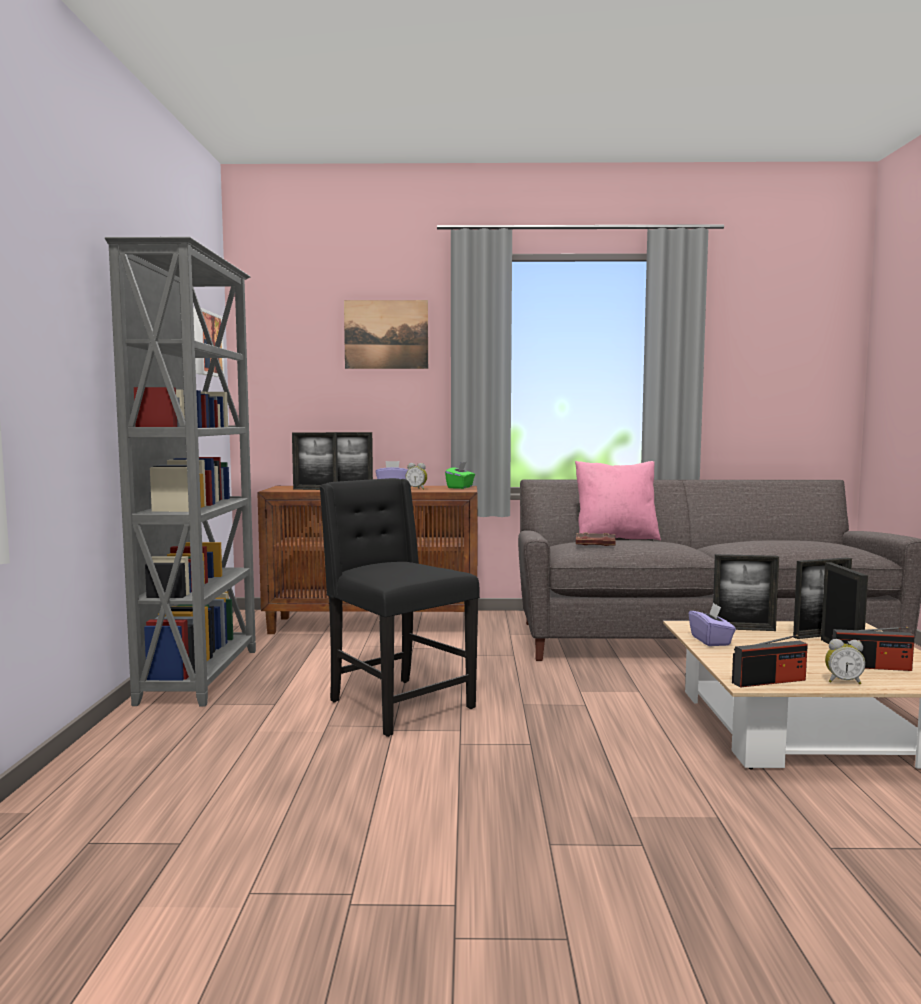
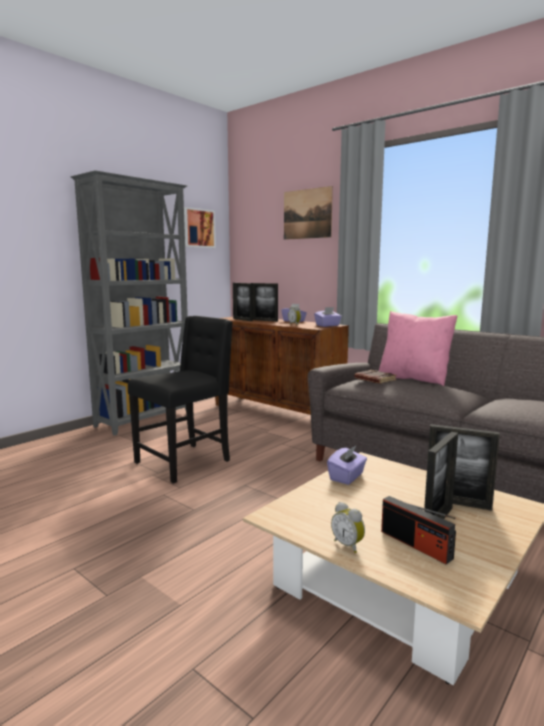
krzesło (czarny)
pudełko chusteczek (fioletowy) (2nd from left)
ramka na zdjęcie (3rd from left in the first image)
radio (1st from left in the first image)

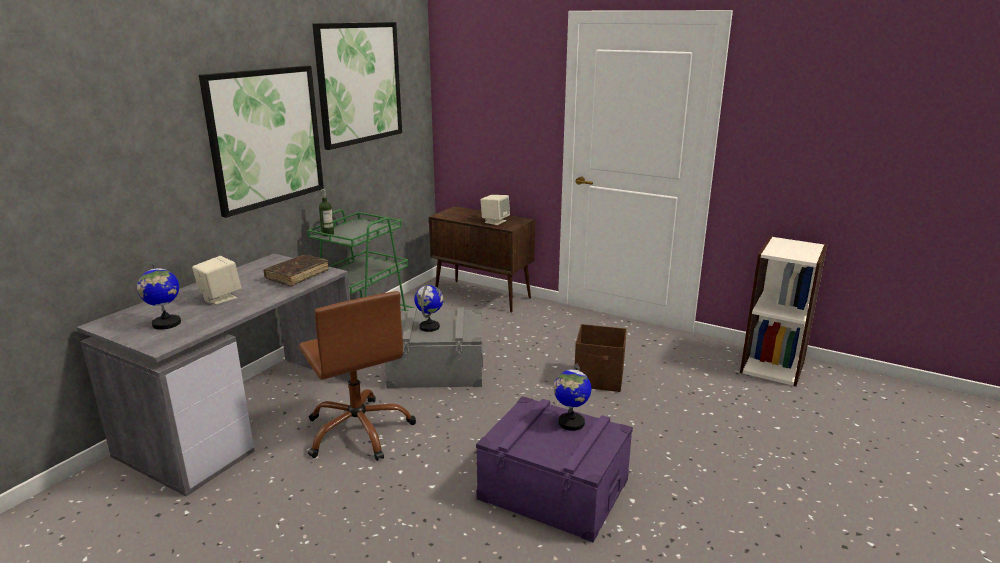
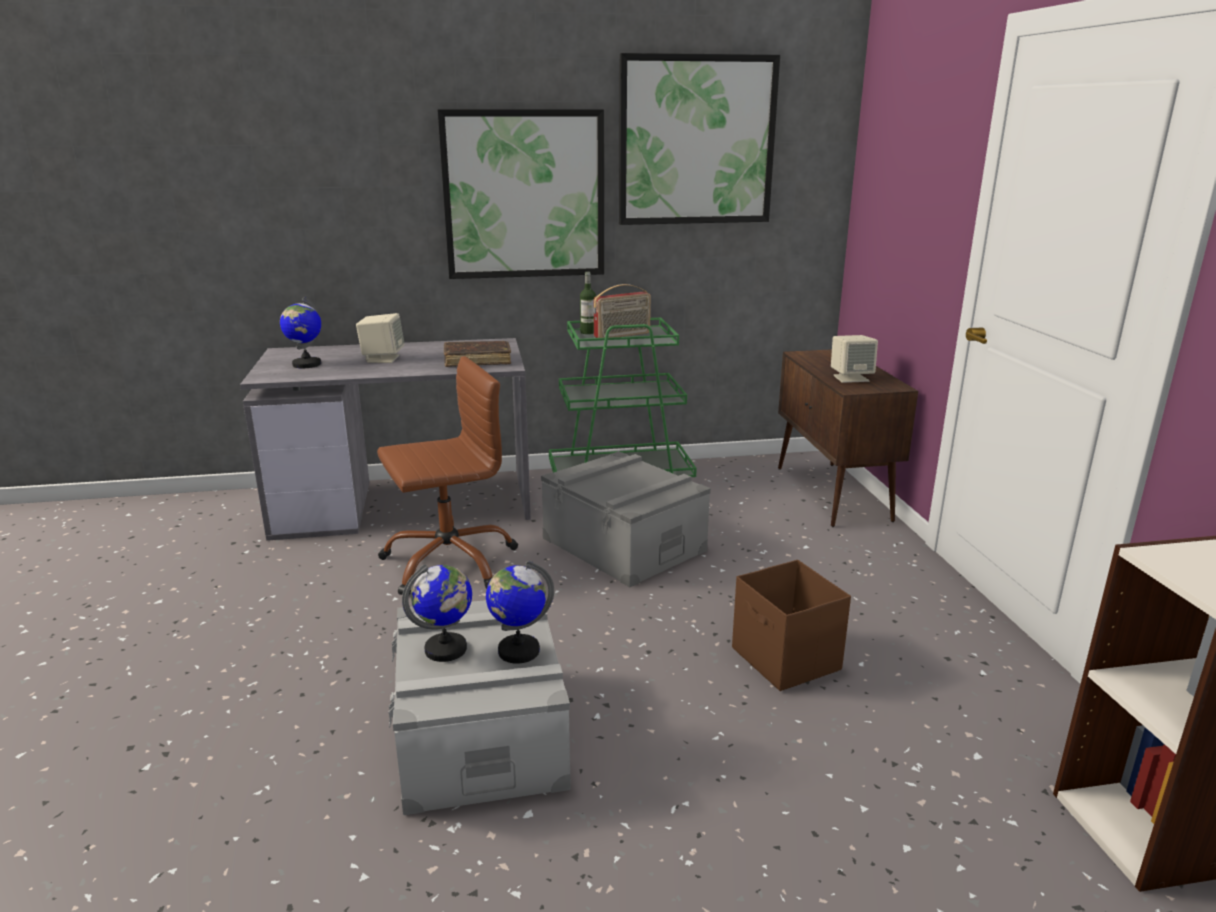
krzesło biurowe (brązowy)
globus (2nd from left)
pojemnik do przechowywania (szary) (1st from left)
radio

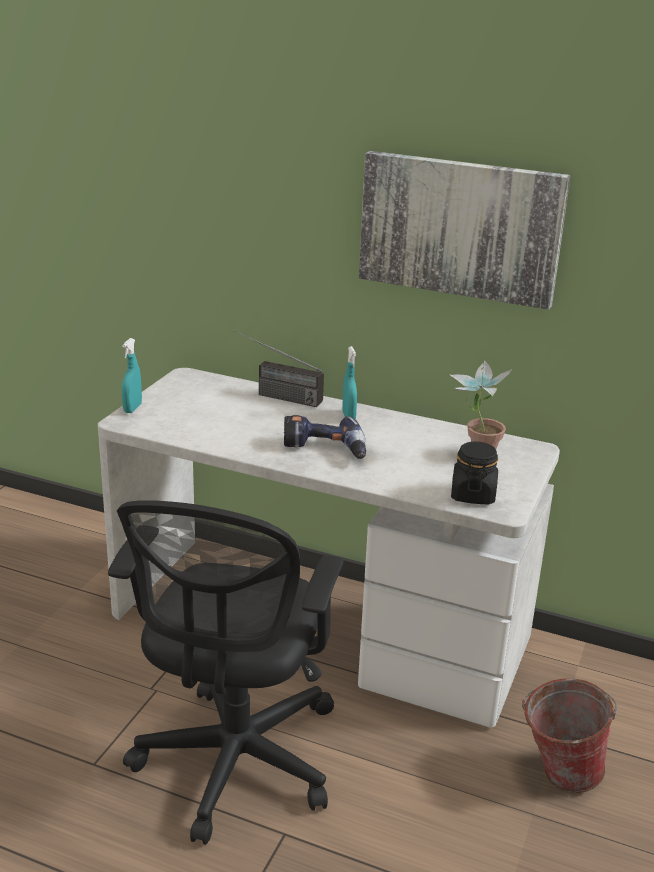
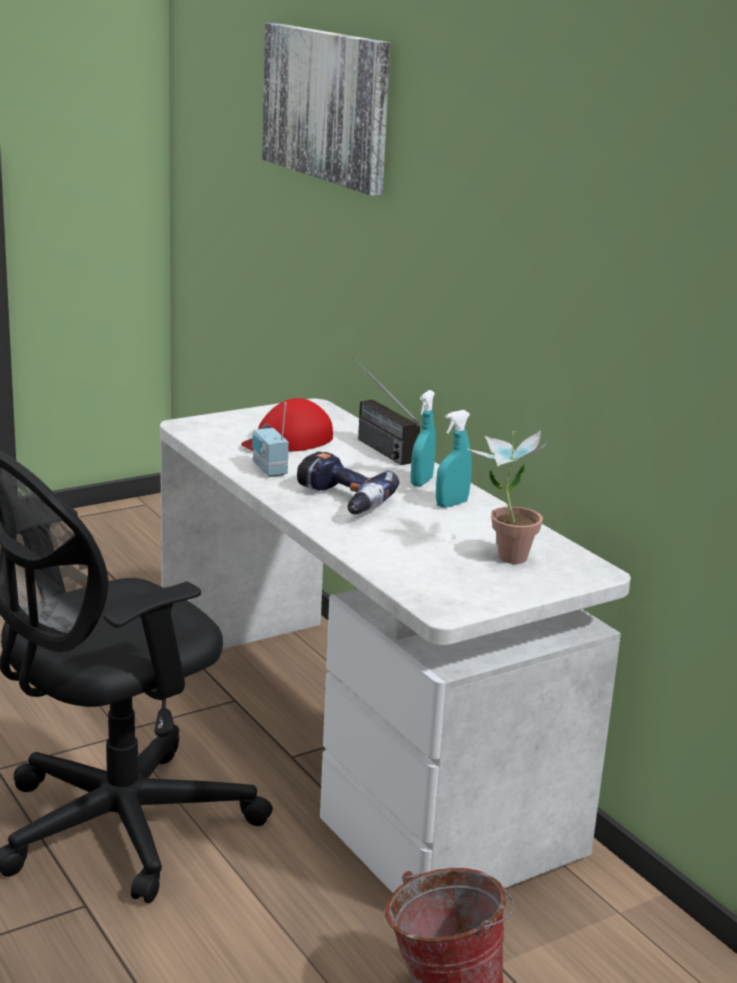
spryskiwacz (turkusowy) (2nd from left)
obraz
słoik (czarny)
czapka z daszkiem (czerwony)
radio (1st from left)

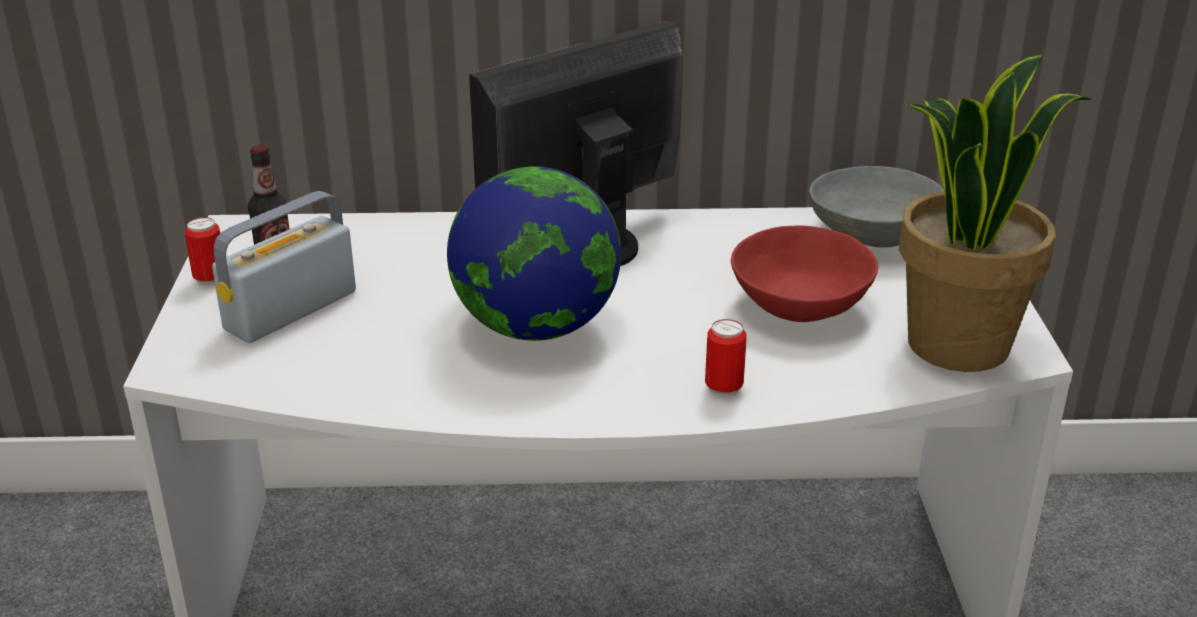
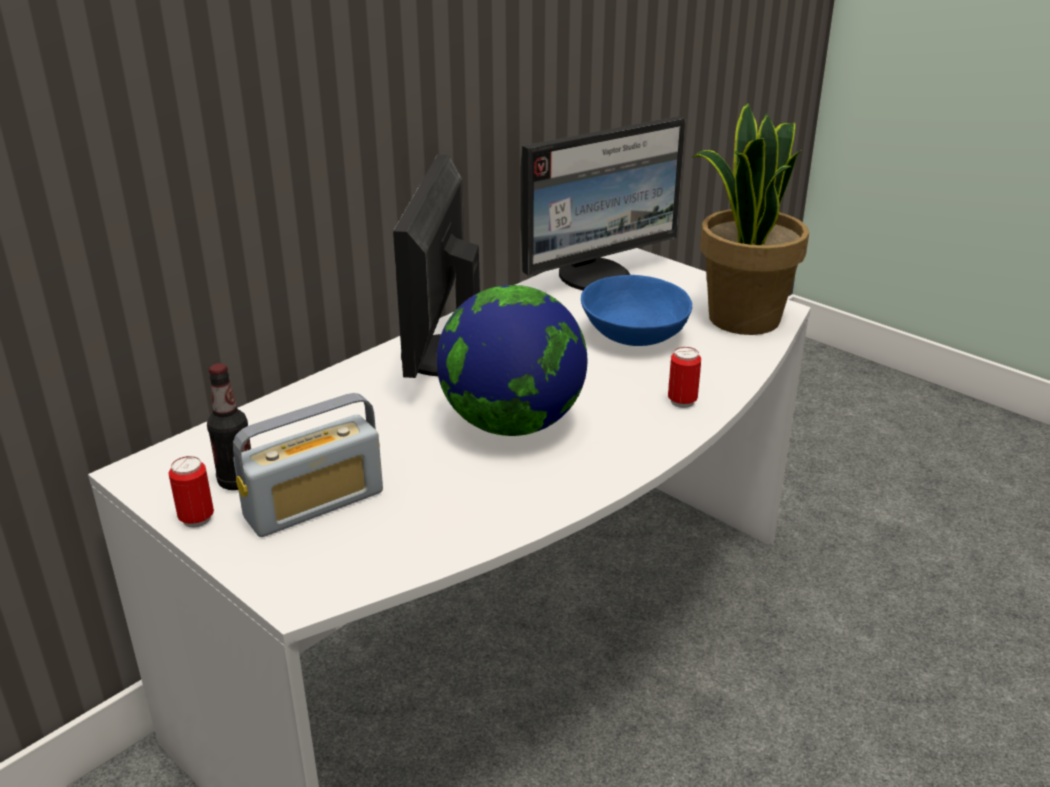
radio
miska (niebieski)
monitor (2nd from left)

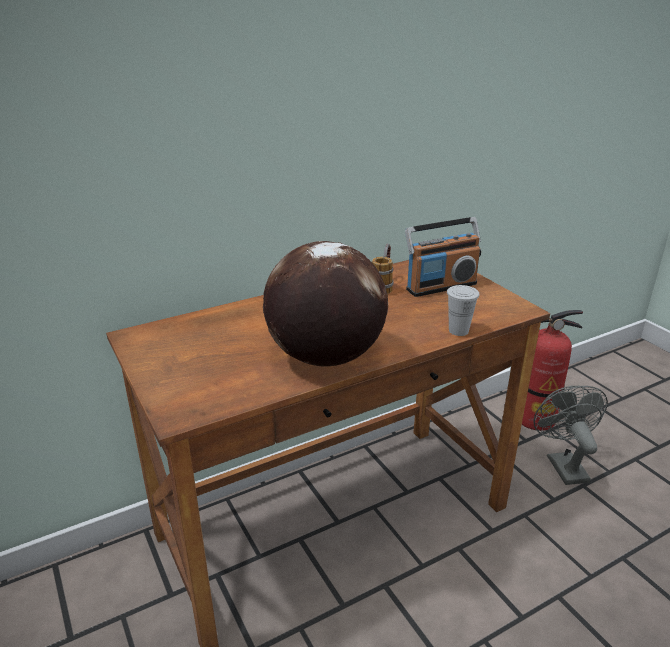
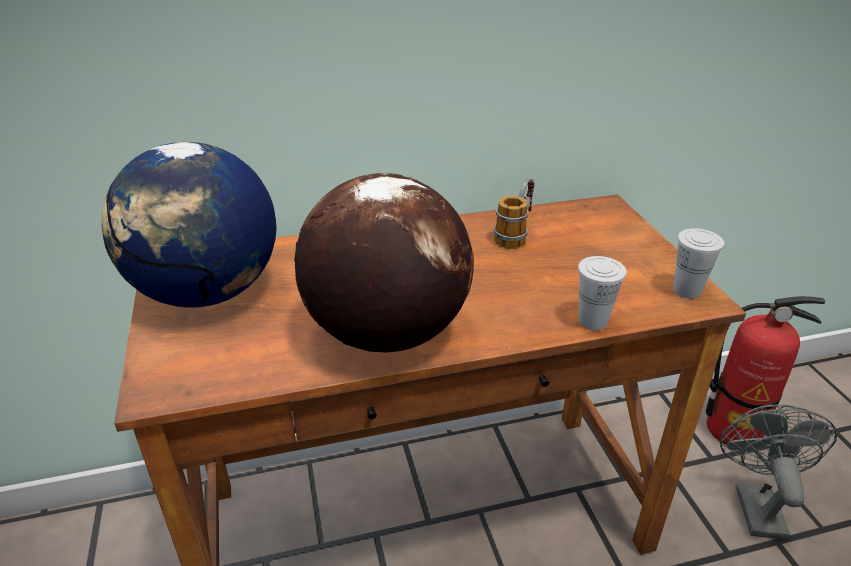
radio
globus (1st from left)
filiżanka (biały) (2nd from left)

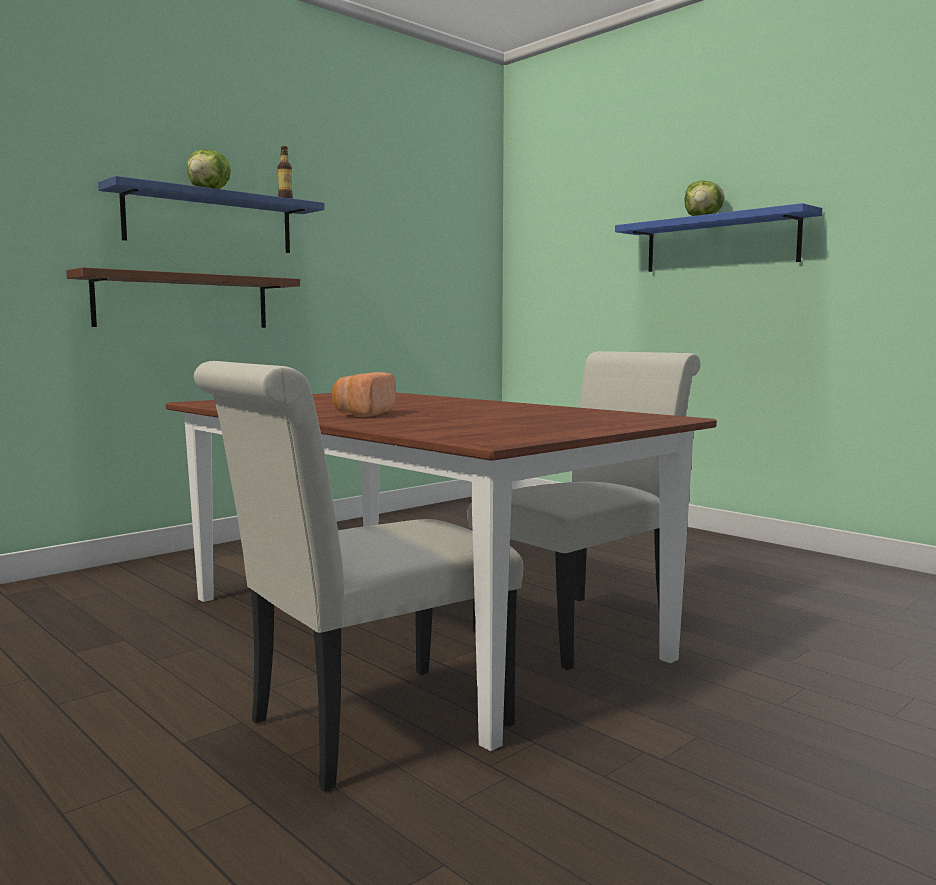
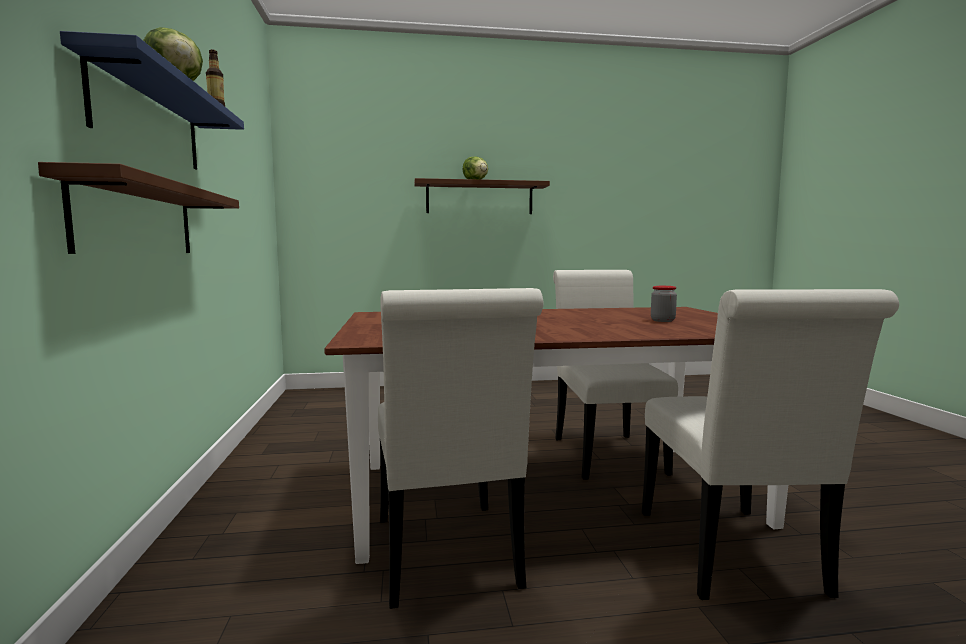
chleb
półka (brązowy) (2nd from left)
krzesło (biały) (1st from left)
słoik

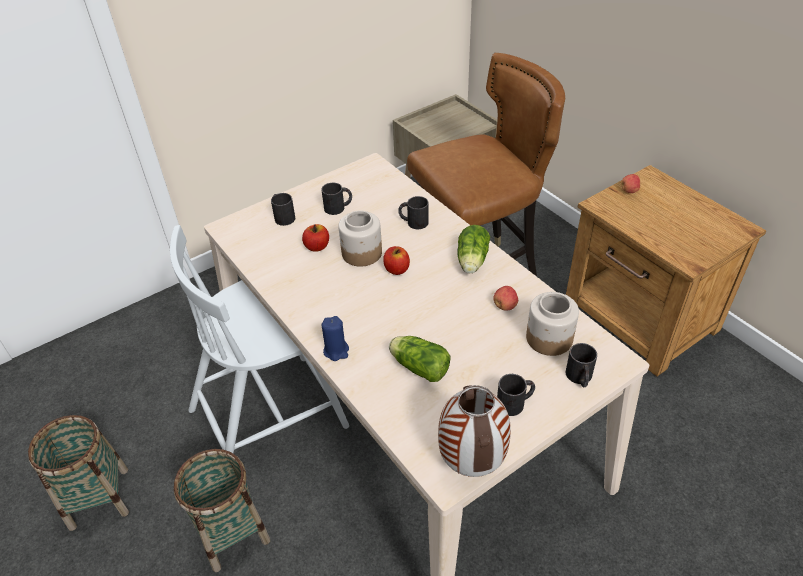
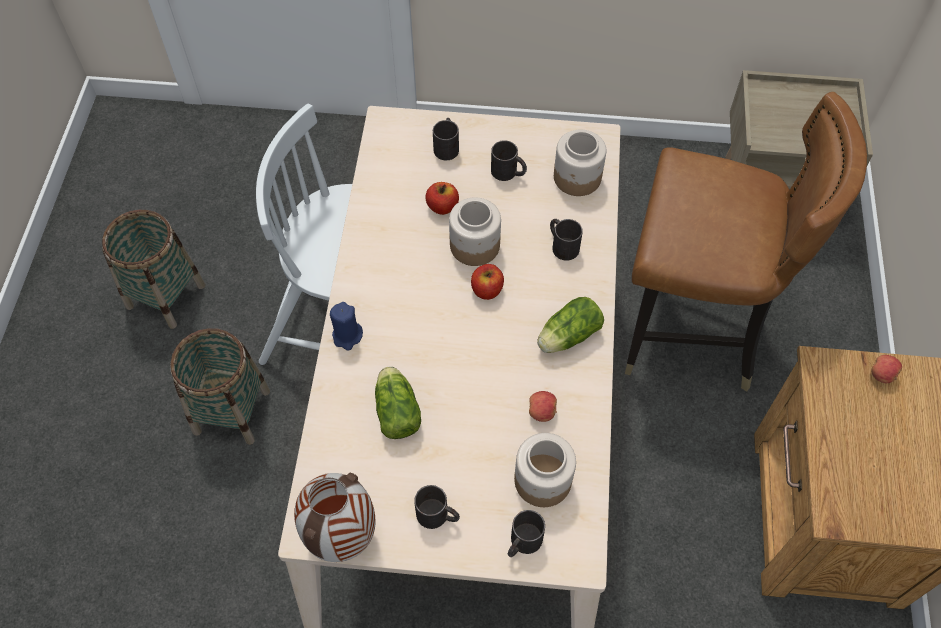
słoik (3rd from left)

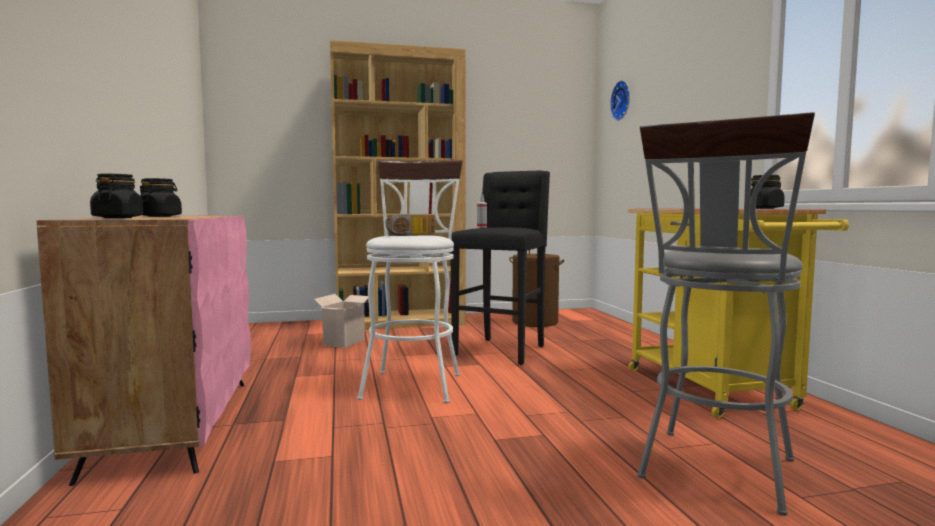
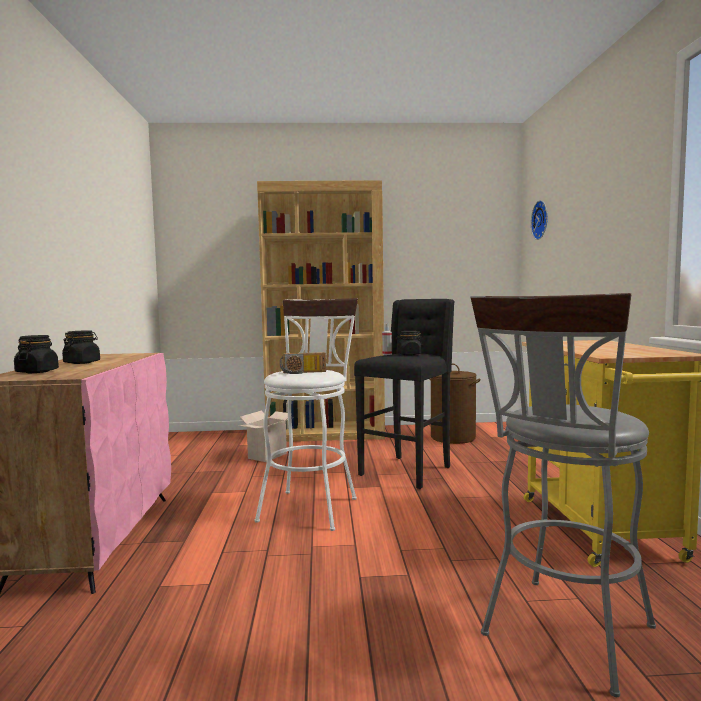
słoik (czarny) (3rd from left)

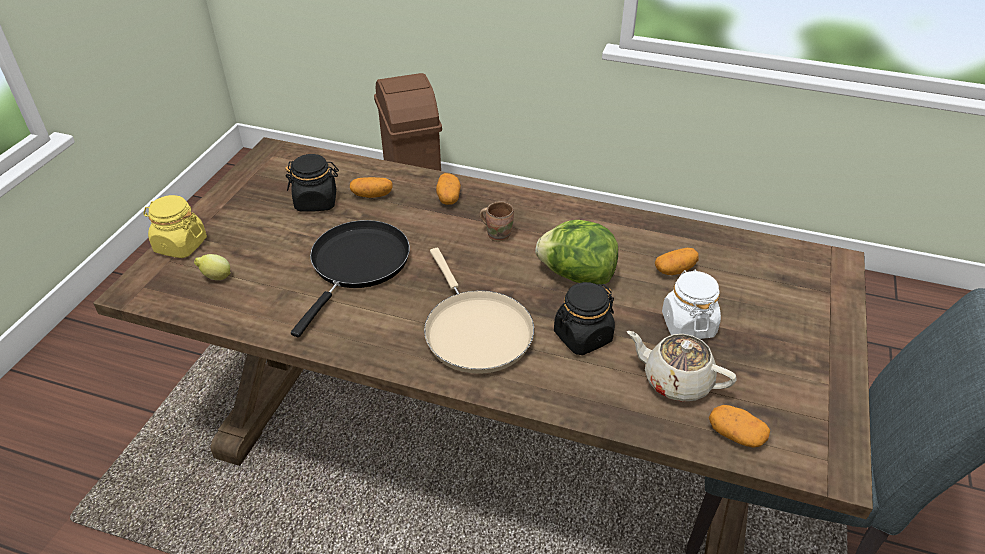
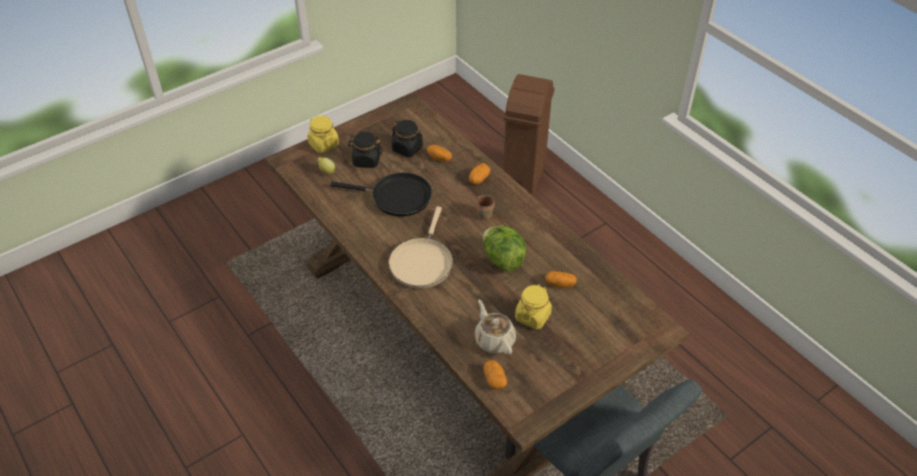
patelnia (czarny)
słoik (czarny) (1st from left)
słoik (żółty) (2nd from left)

